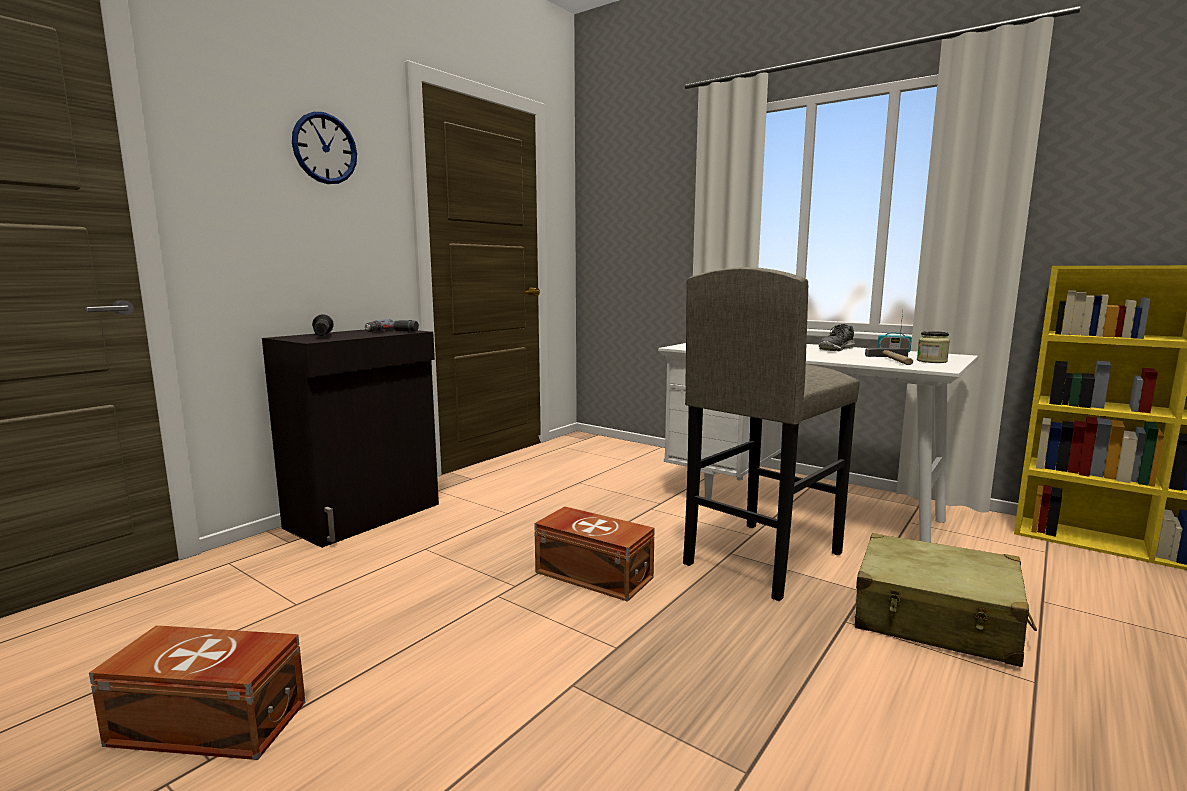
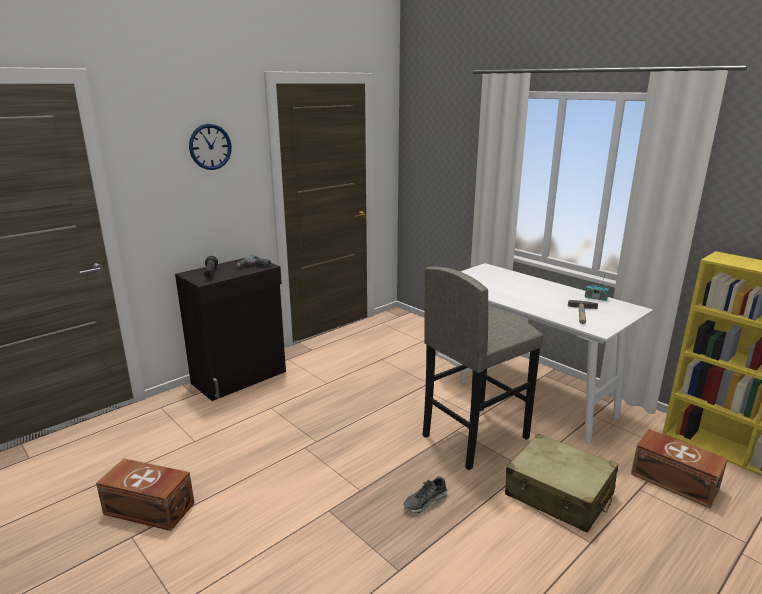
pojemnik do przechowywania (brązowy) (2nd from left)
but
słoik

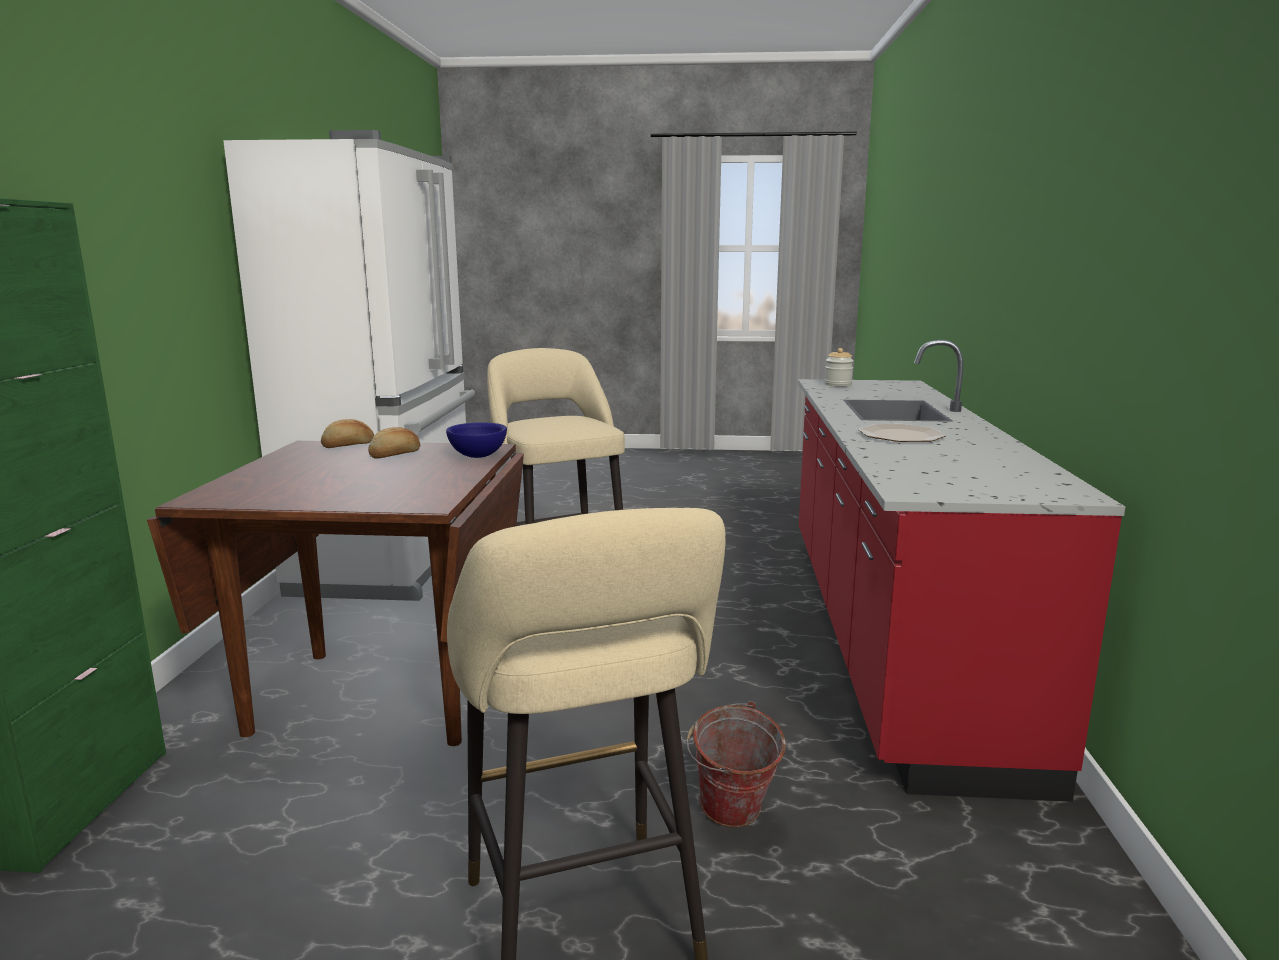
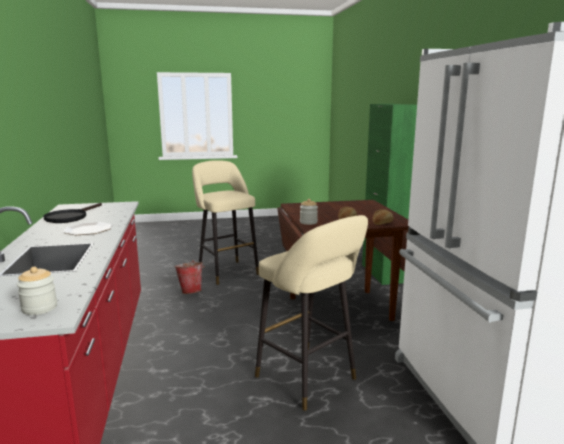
słoik (2nd from left)
patelnia (czarny)

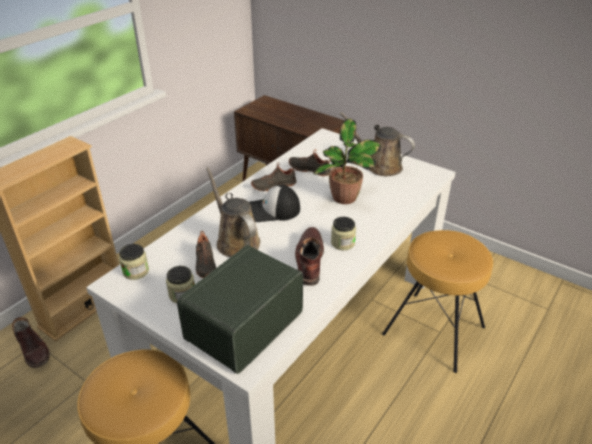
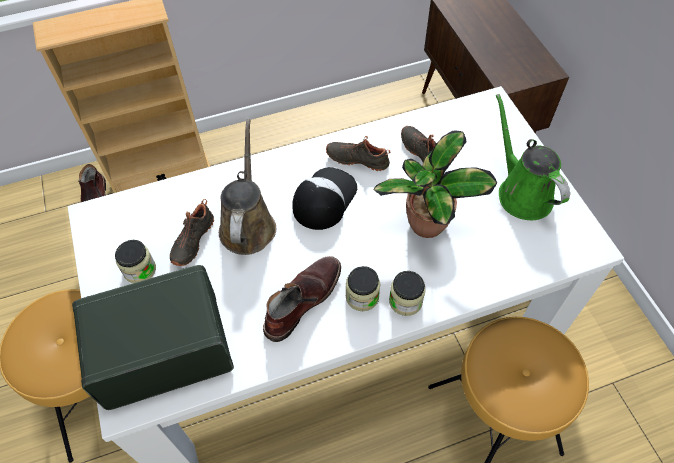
słoik (3rd from left)
czapka z daszkiem
konewka (zielony)

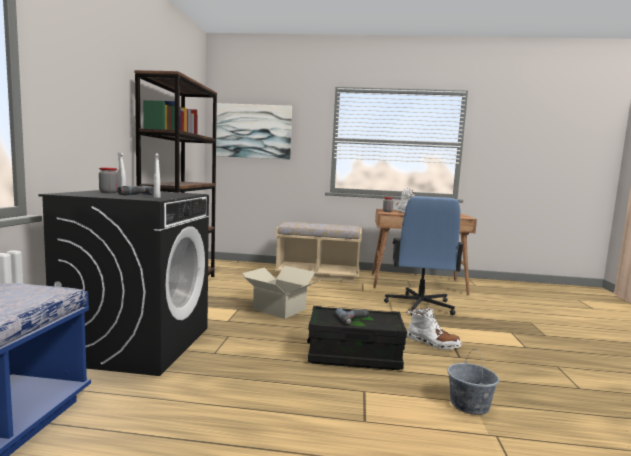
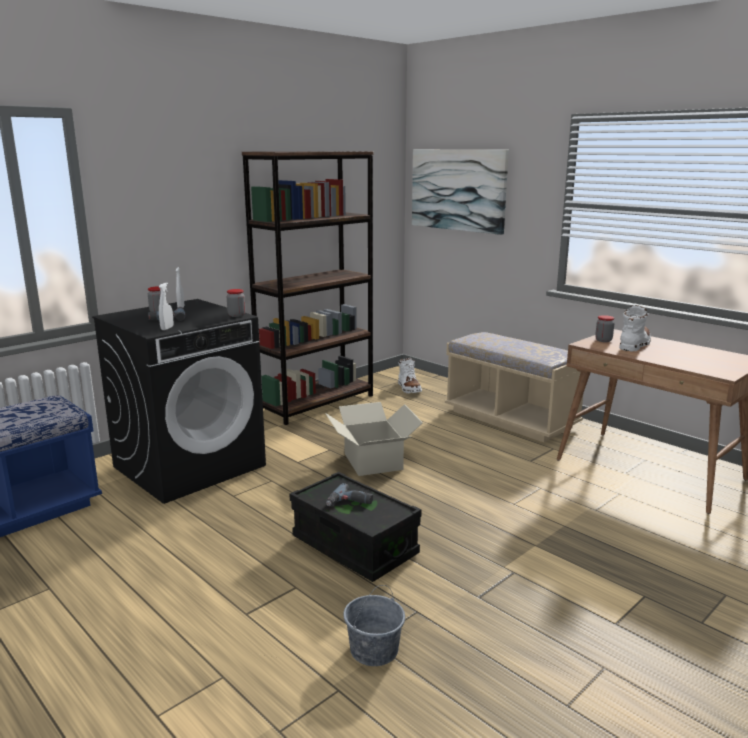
krzesło biurowe (niebieski)
but z cholewką (biały) (1st from left)
słoik (2nd from left)

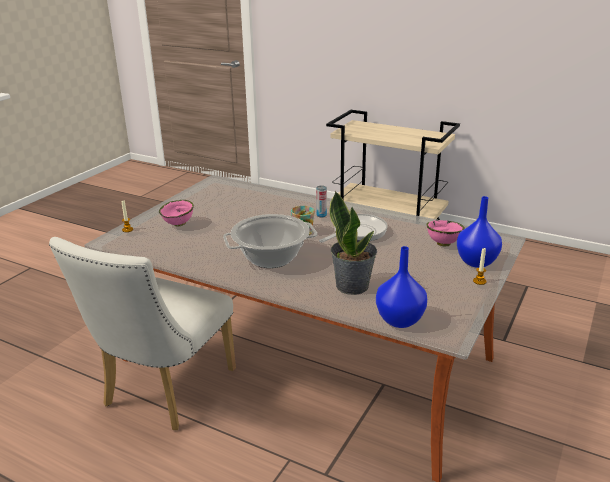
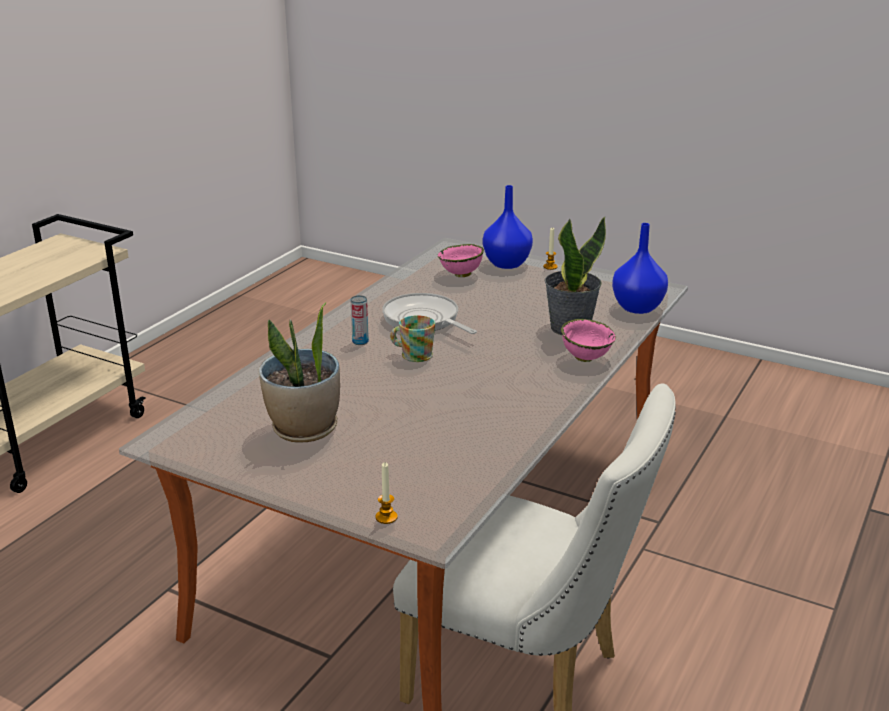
miska (różowy) (2nd from left)
garnek
roślina doniczkowa (1st from left)

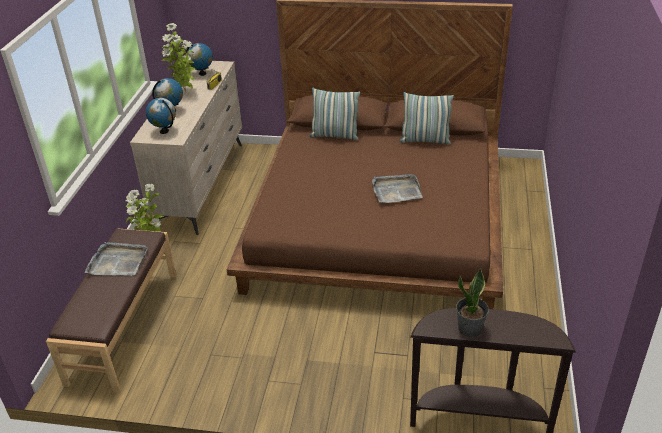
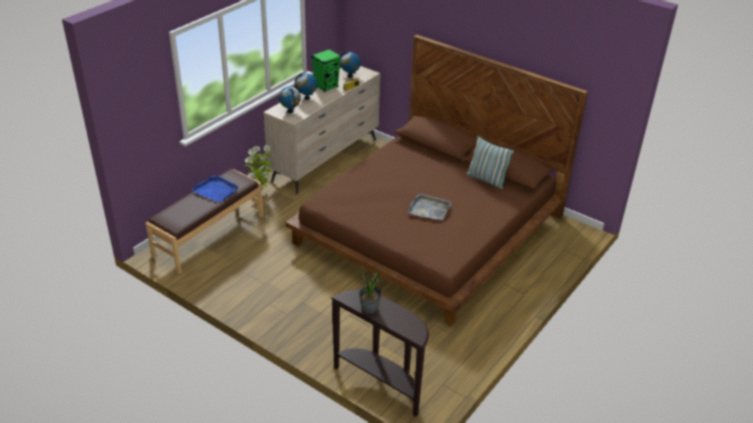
taca (niebieski)
głośnik (zielony)
poduszka (1st from left in the first image)

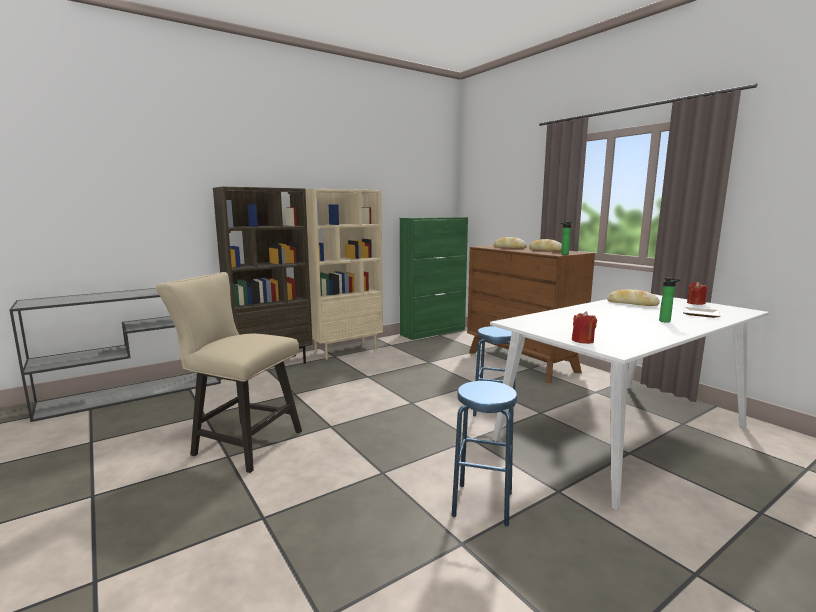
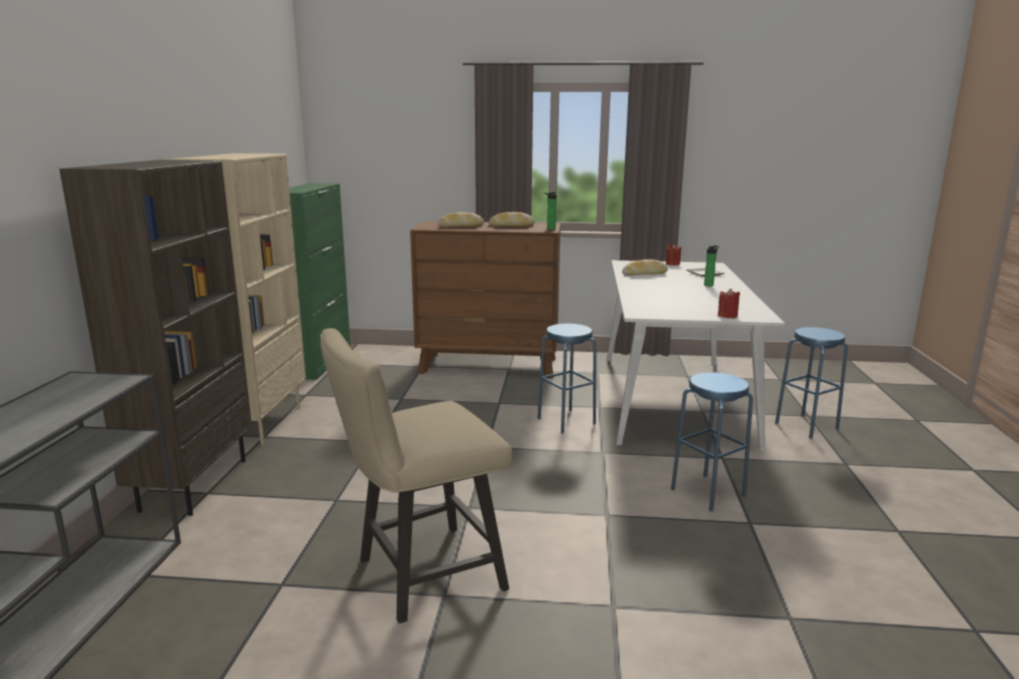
stołek (niebieski) (3rd from left)

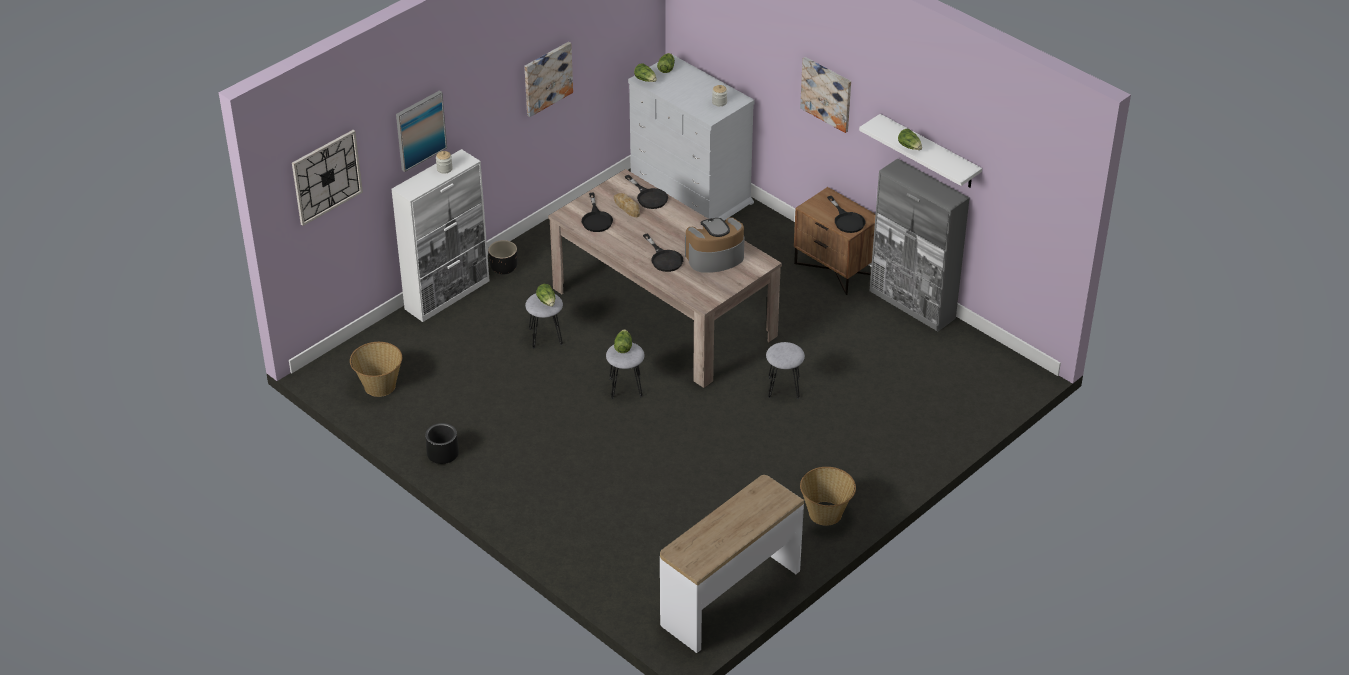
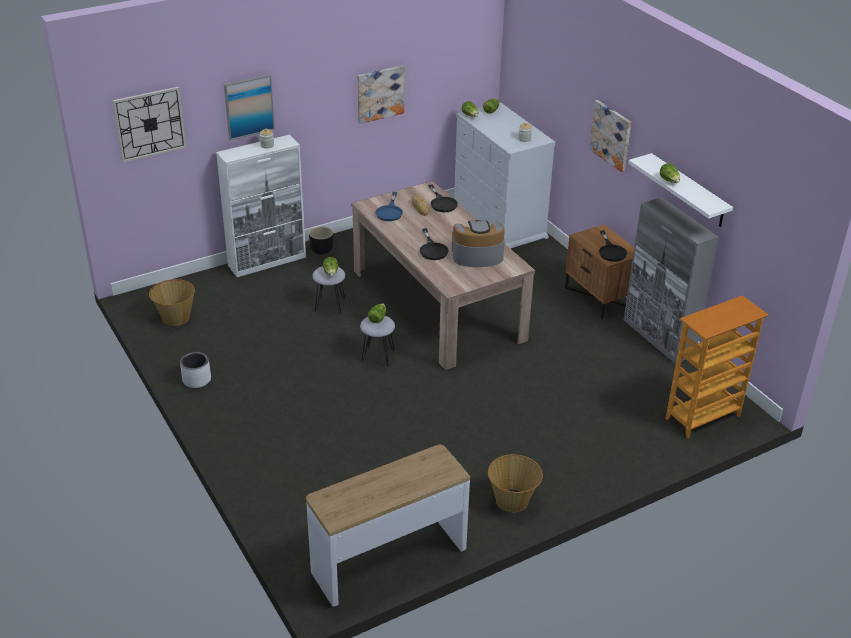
donica (biały)
patelnia (niebieski)
stołek (szary) (3rd from left in the first image)
regał

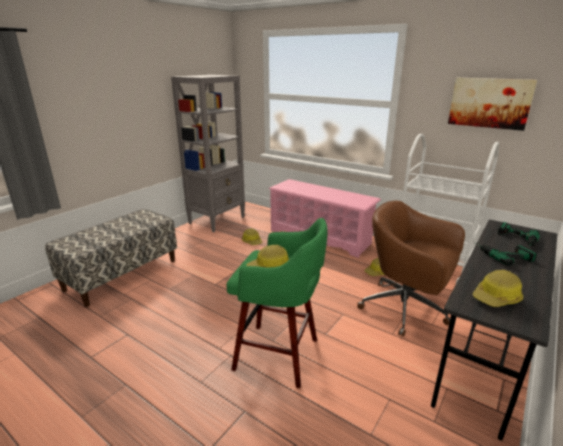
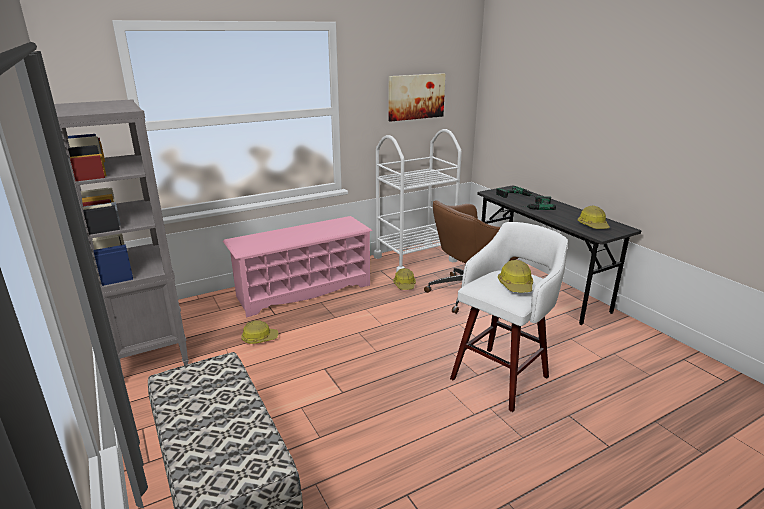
stołek (biały)

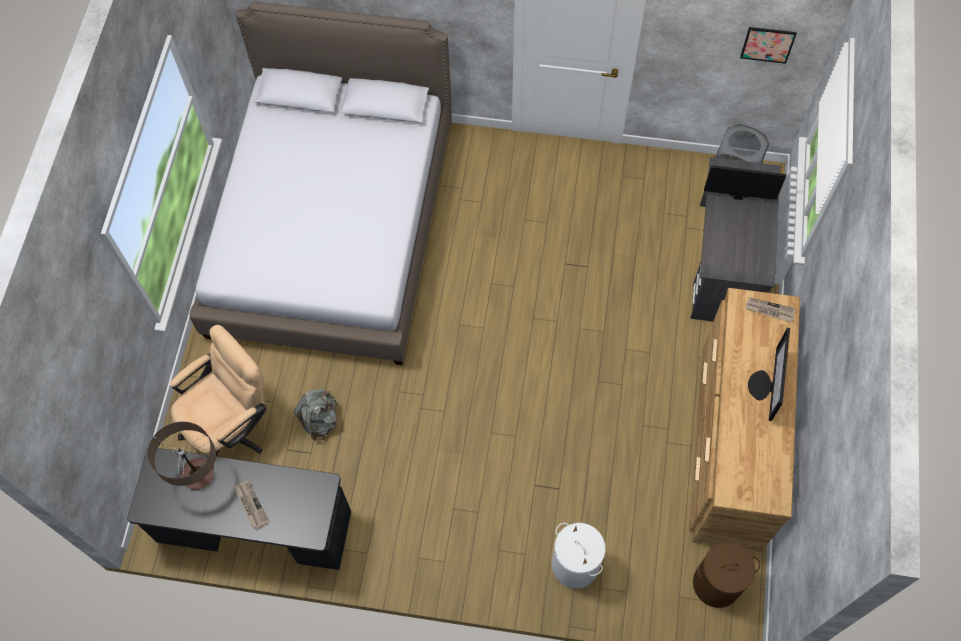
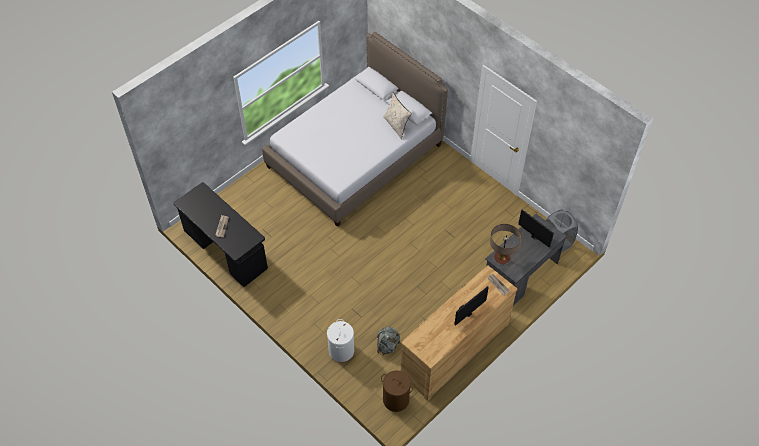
lampa stołowa
krzesło biurowe (beżowy)
plecak (szary)
obraz
poduszka (beżowy)

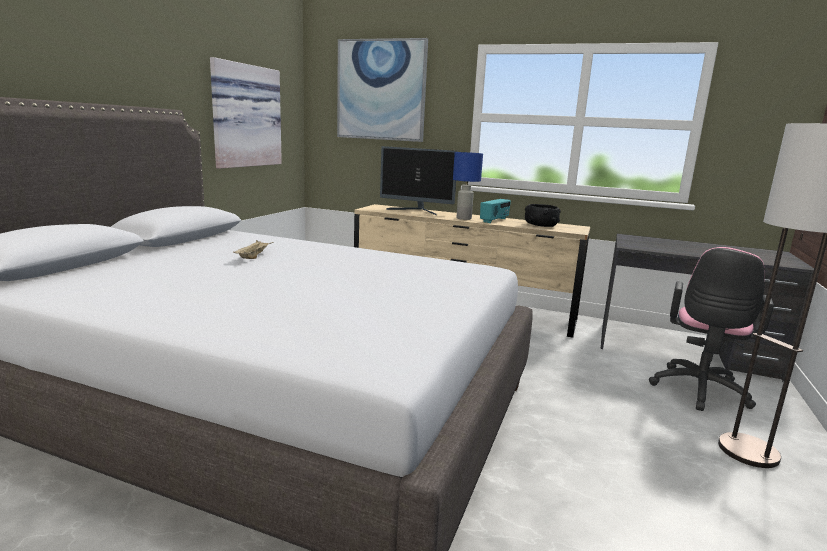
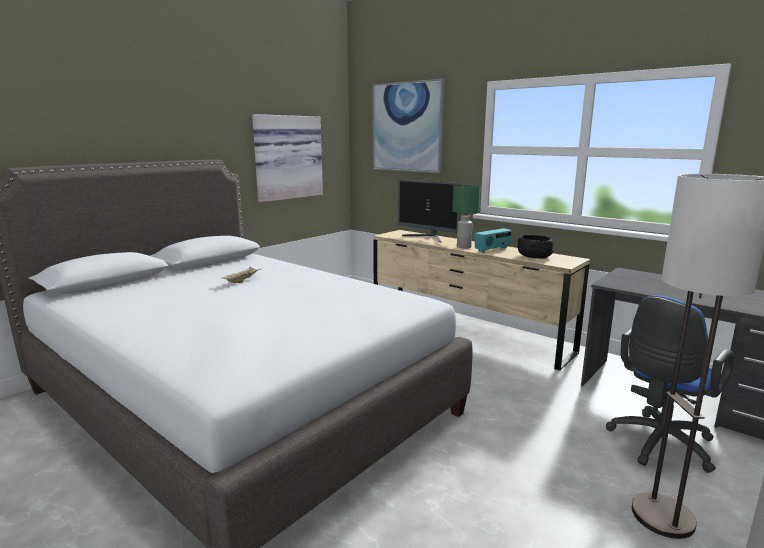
lampa stołowa (zielony)
krzesło biurowe (niebieski)

